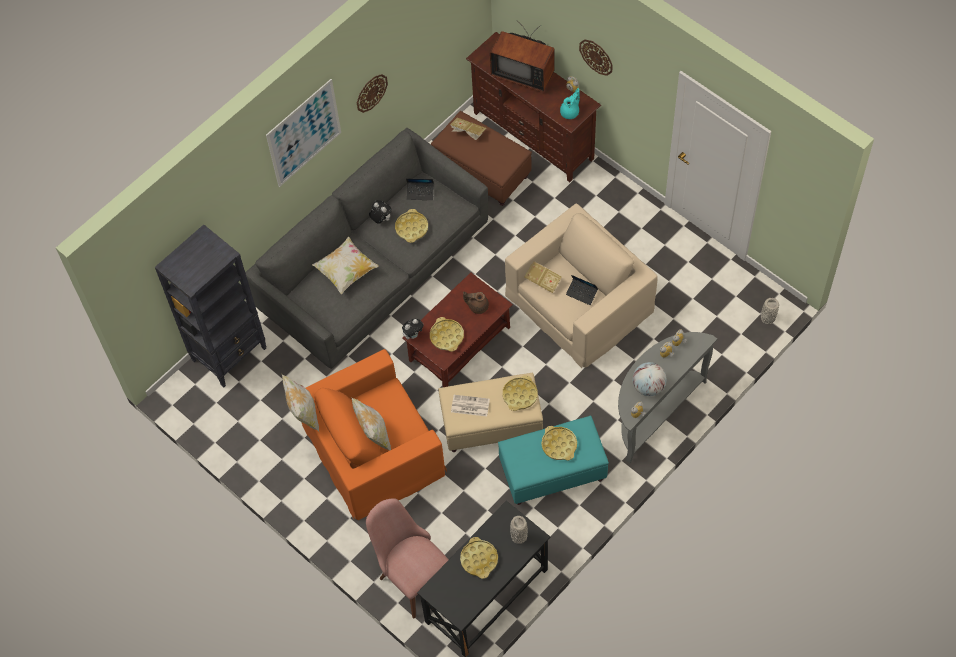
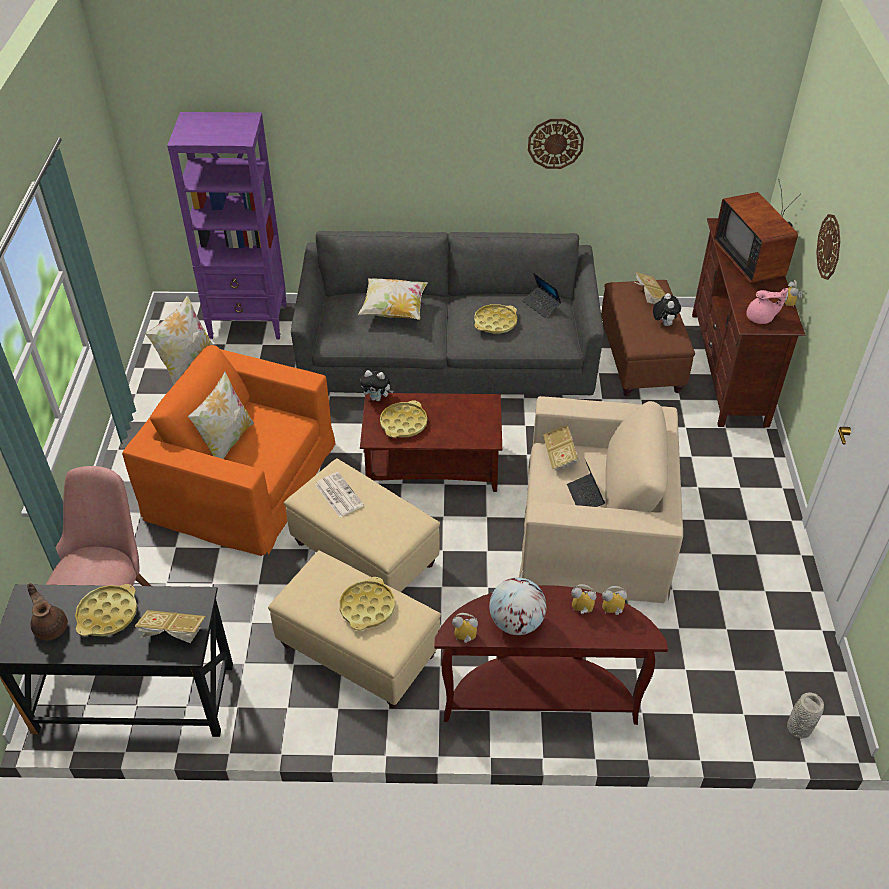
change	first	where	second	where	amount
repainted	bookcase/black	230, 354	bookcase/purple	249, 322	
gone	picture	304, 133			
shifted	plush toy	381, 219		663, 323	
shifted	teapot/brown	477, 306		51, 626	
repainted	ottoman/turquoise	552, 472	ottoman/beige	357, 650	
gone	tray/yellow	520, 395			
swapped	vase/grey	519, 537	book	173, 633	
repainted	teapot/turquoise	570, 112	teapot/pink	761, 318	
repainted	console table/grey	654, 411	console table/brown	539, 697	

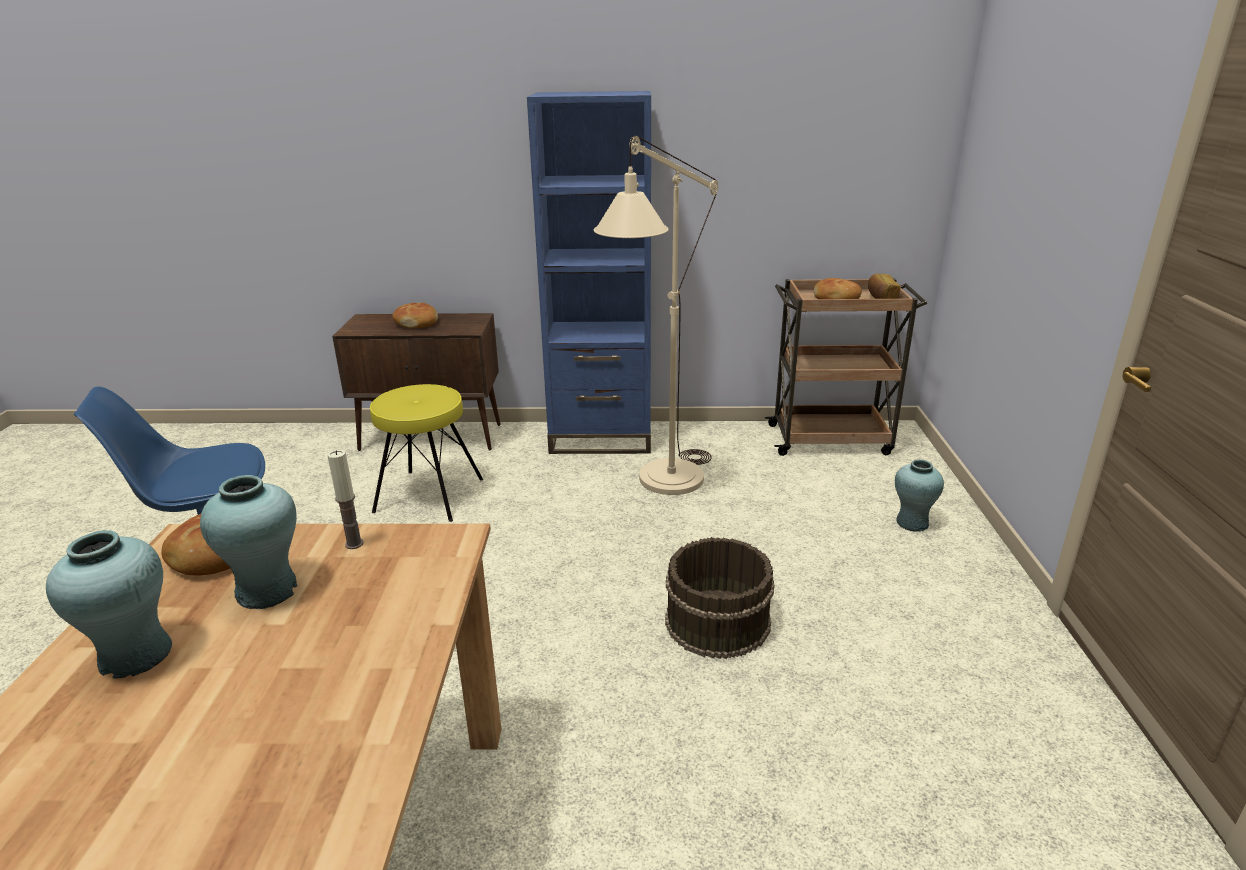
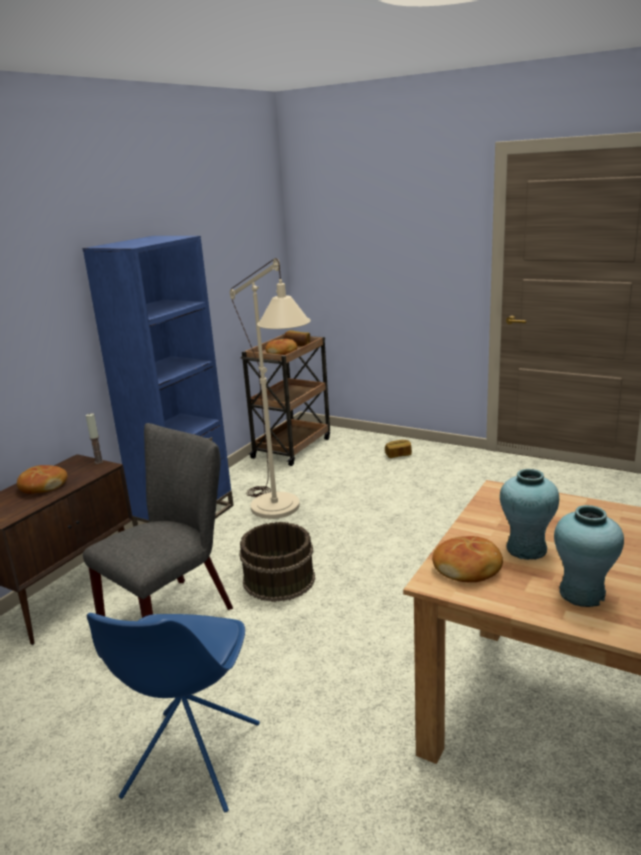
change	first	where	second	where	amount
shifted	candle	354, 544		99, 462	
swapped	stool/yellow	429, 495	chair/grey	174, 613	
shifted	bucket/brown	716, 621		278, 580	
swapped	vase/turquoise	912, 523	bread	398, 455	

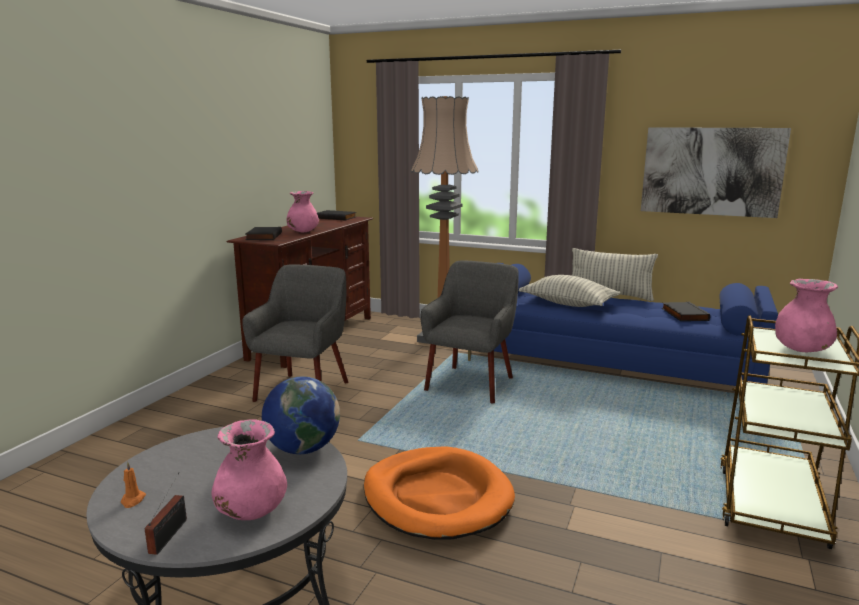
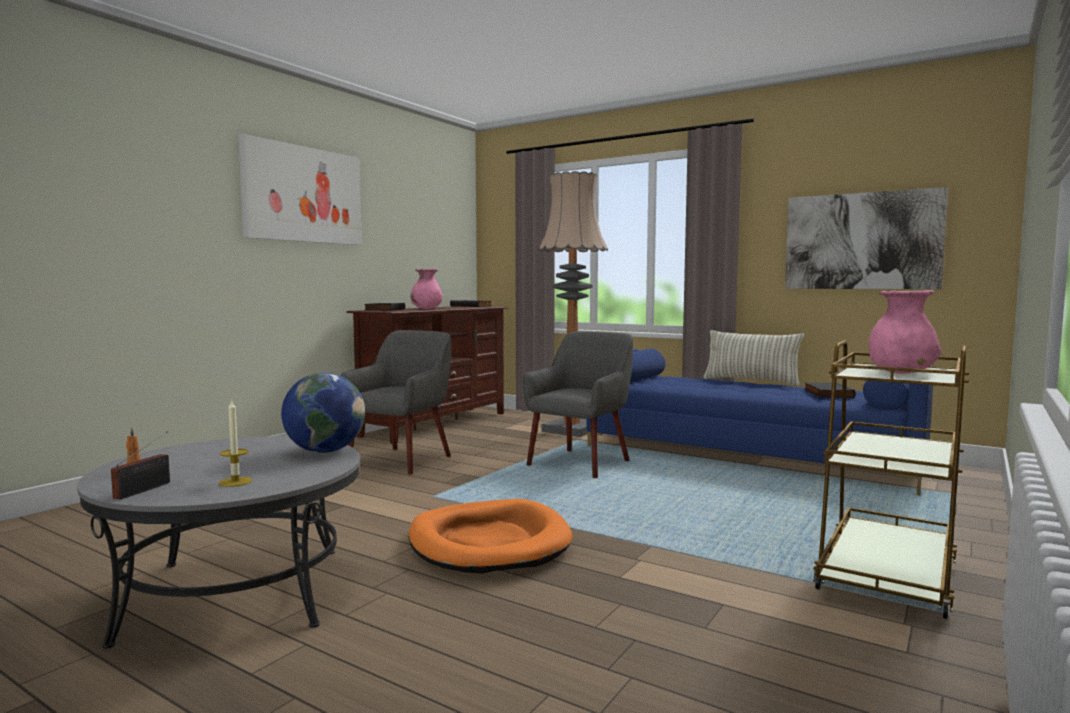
change	first	where	second	where	amount
swapped	vase/pink	251, 511	candle	235, 482	
gone	pillow	568, 304			
new			picture	303, 195	

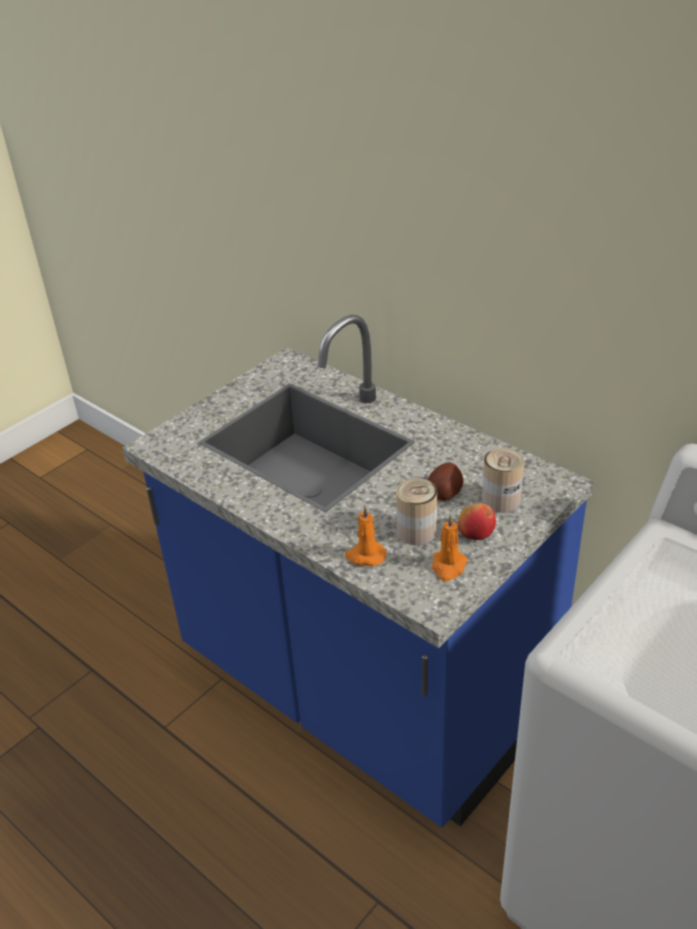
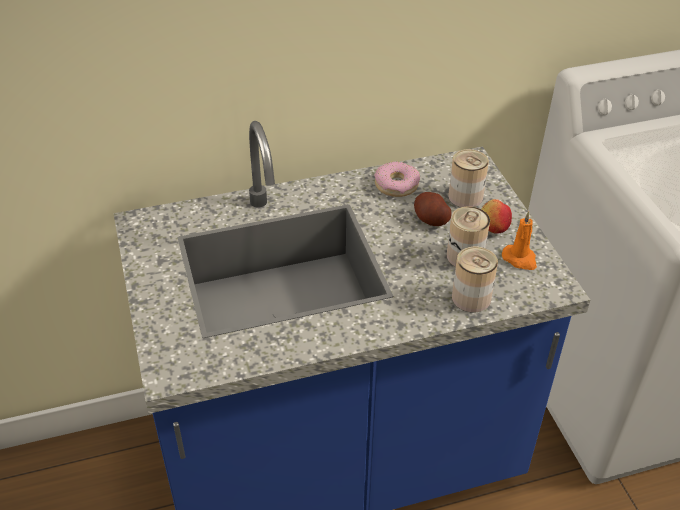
change	first	where	second	where	amount
swapped	candle/orange	365, 556	can	471, 298	
new			donut	396, 185	

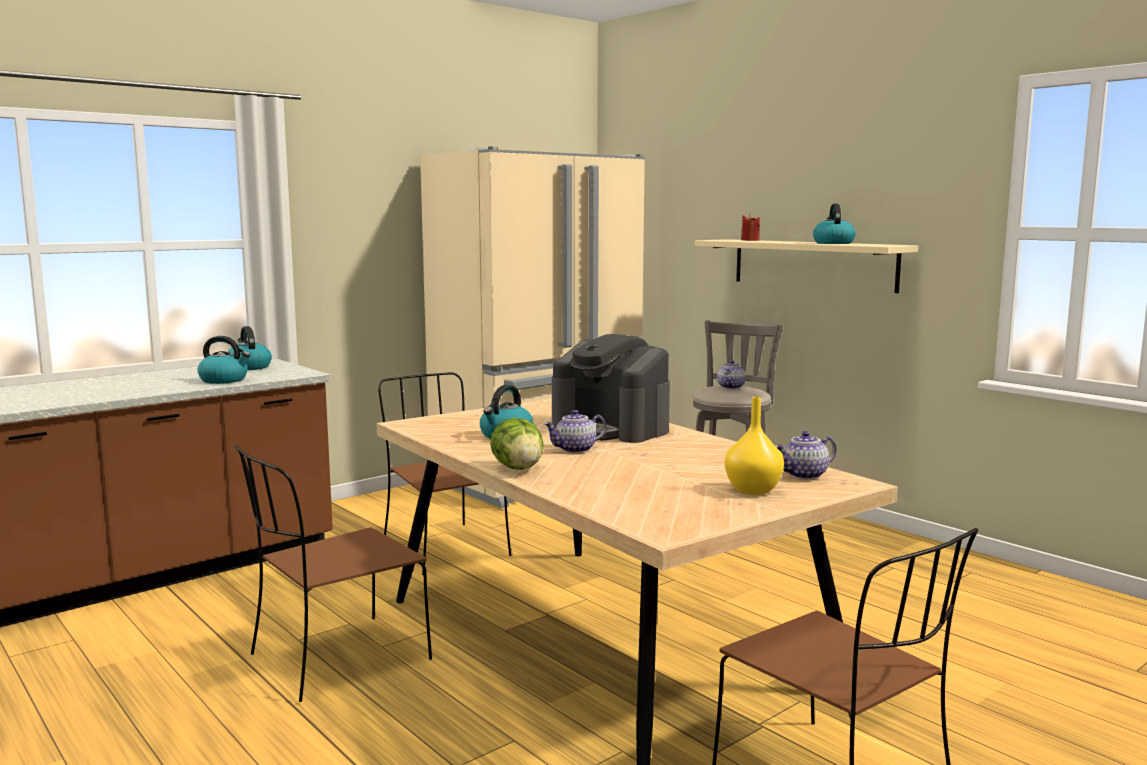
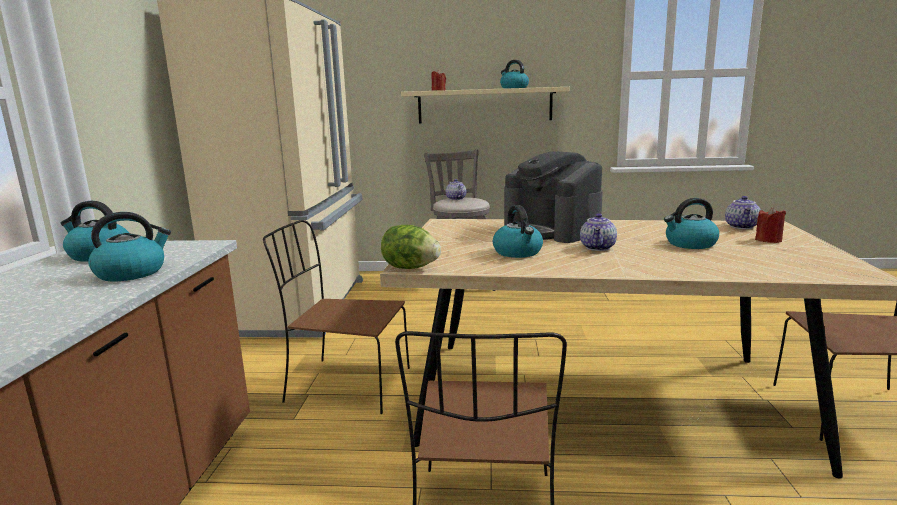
change	first	where	second	where	amount
shifted	lettuce	518, 468		410, 268	
rotated	coffee machine	611, 429		552, 230	60 degrees clockwise
swapped	vase/yellow	754, 490	candle/red	768, 240	
new			kettle	690, 244	

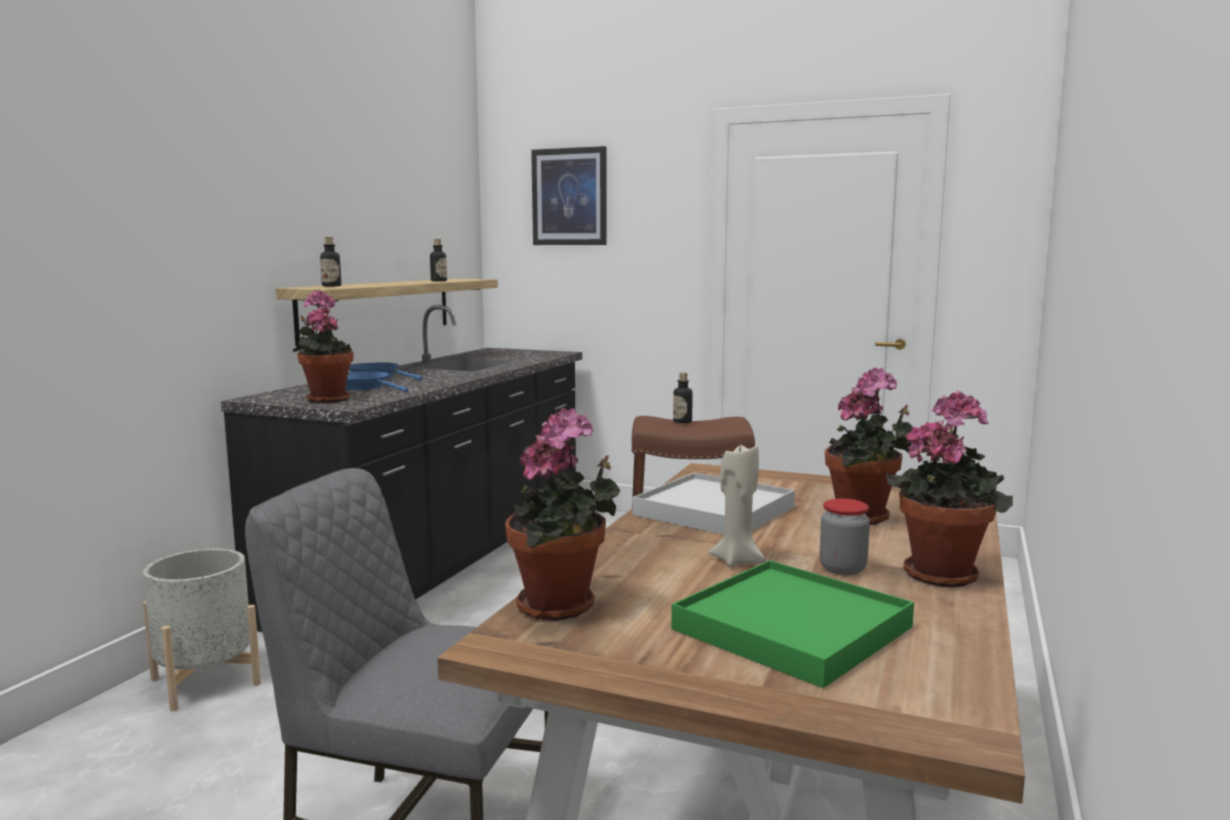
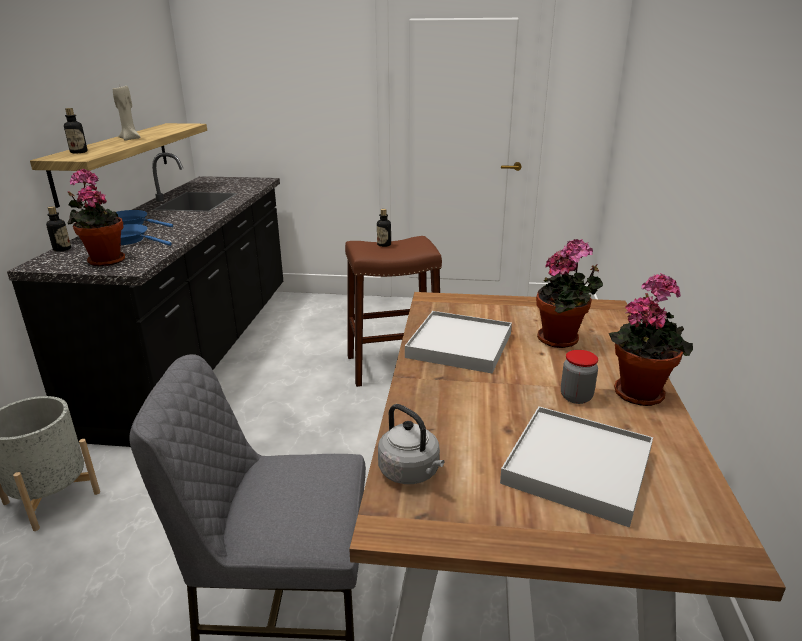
change	first	where	second	where	amount
shifted	bottle	439, 281		62, 249	
swapped	potted plant	562, 607	kettle/grey	411, 473	
gone	picture	569, 197			
repainted	tray/green	792, 628	tray/white	577, 467	
shifted	candle/beige	737, 561		130, 139	

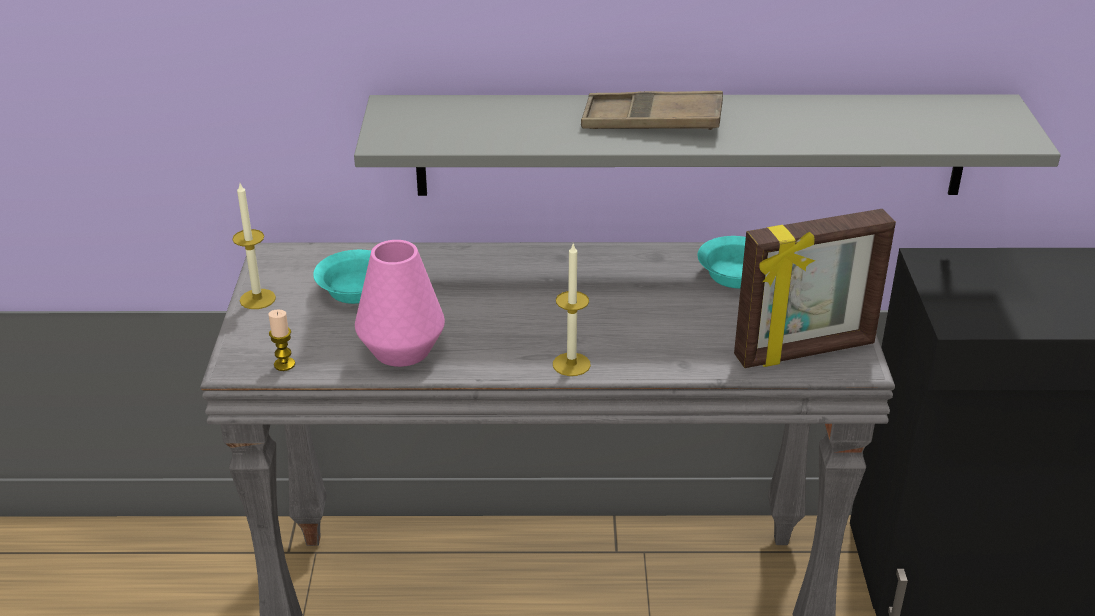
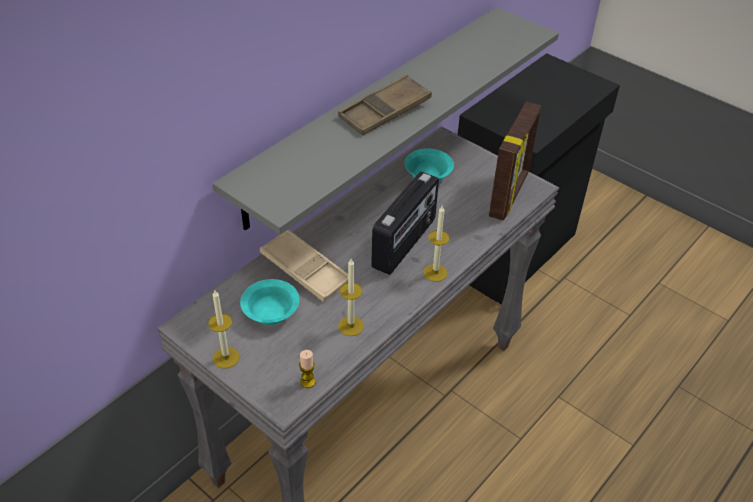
change	first	where	second	where	amount
swapped	vase/pink	402, 350	candle	350, 326	
new			tray/beige	305, 270	
new			radio	405, 243	

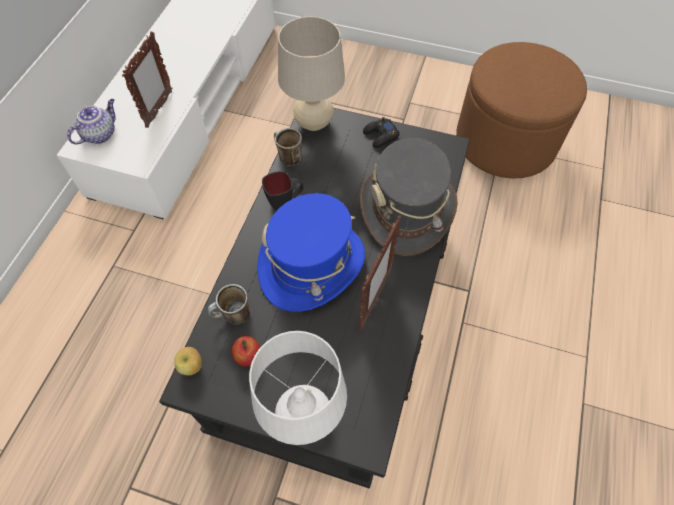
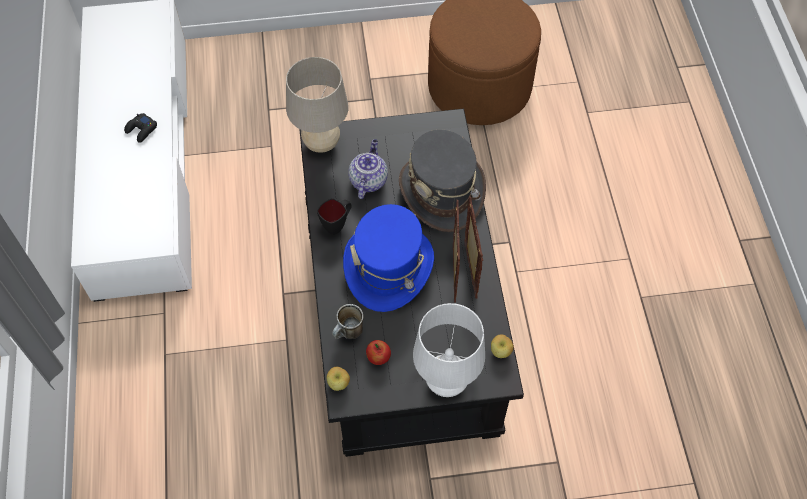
change	first	where	second	where	amount
shifted	teapot	100, 134		368, 180	
shifted	picture frame	159, 109		470, 271	
gone	mug	287, 157			
shifted	game controller/black	380, 136		141, 130	
new			apple	501, 352	

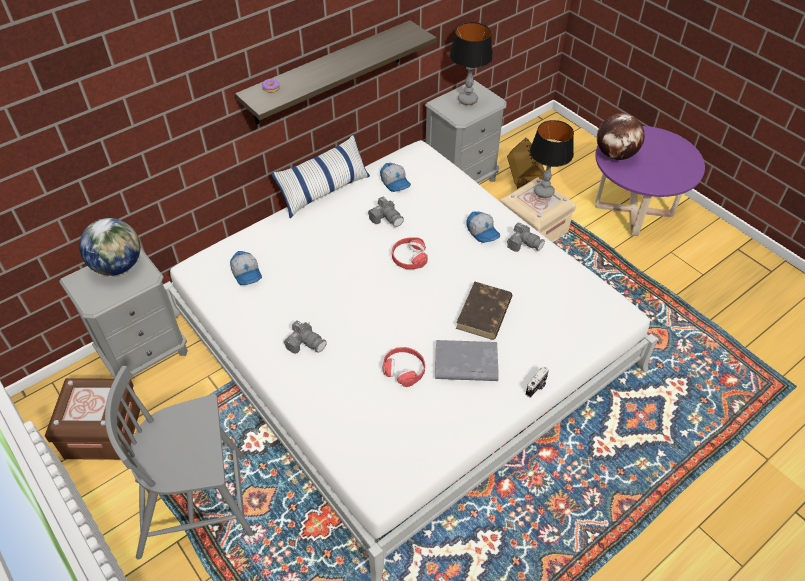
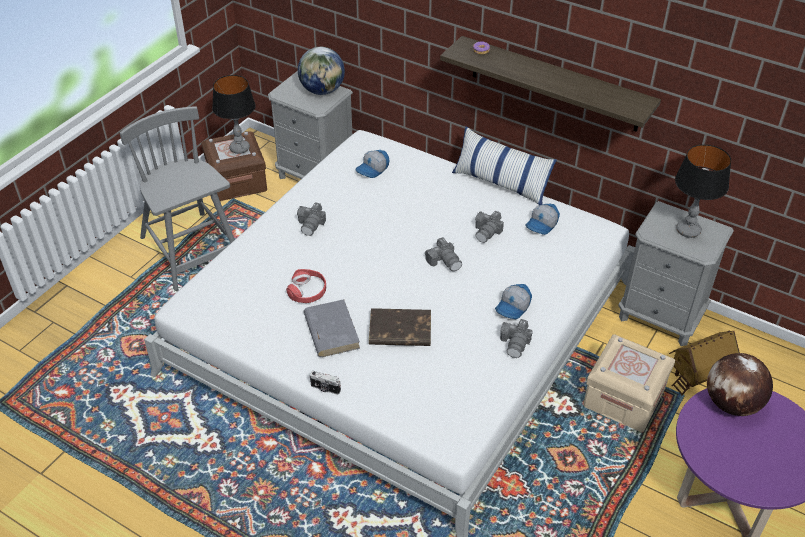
change	first	where	second	where	amount
swapped	headphones/red	409, 258	photo camera	444, 261	
shifted	table lamp	543, 192		239, 148	

